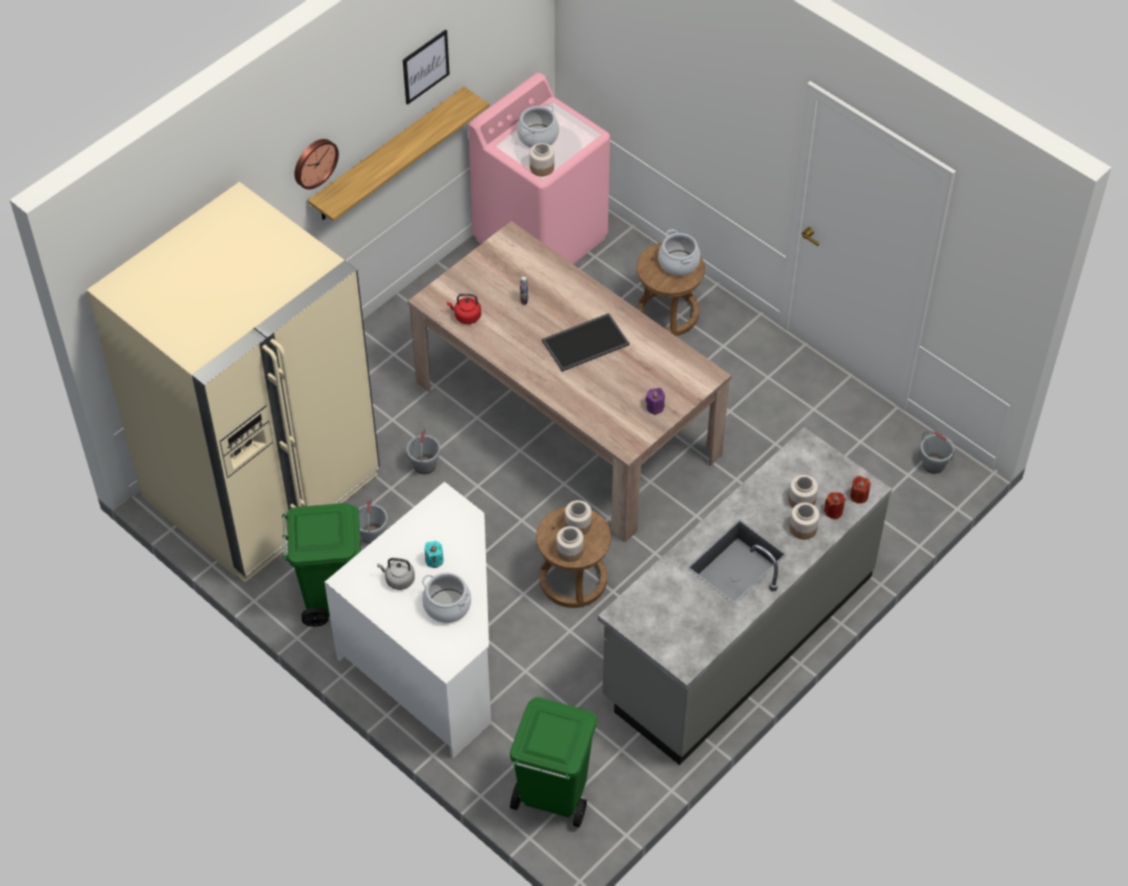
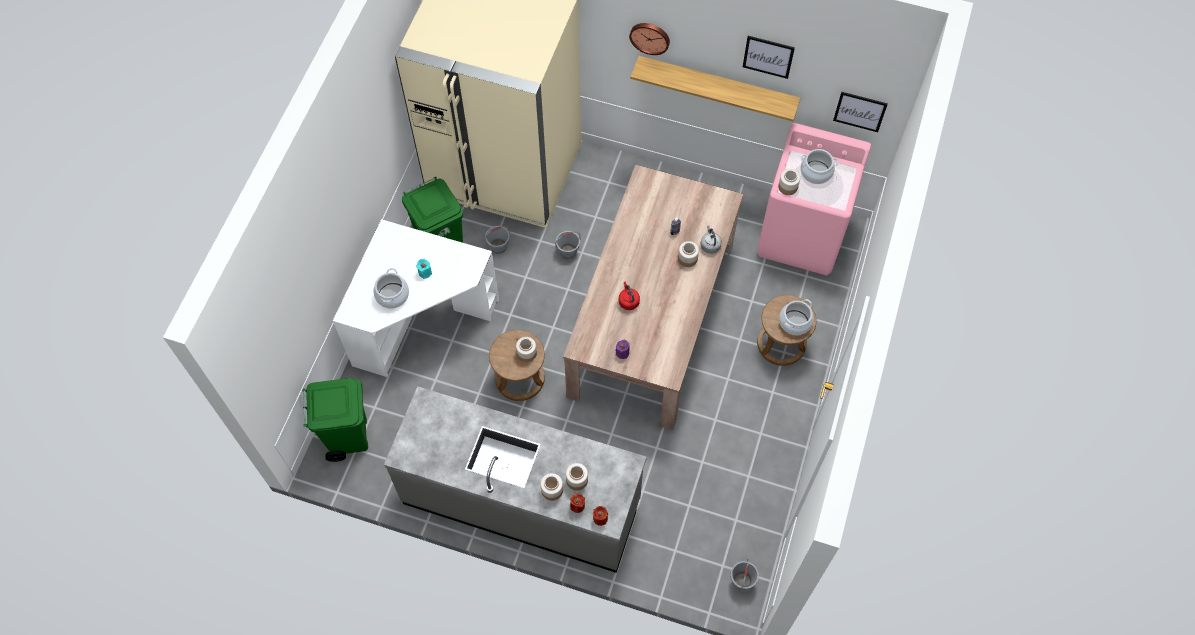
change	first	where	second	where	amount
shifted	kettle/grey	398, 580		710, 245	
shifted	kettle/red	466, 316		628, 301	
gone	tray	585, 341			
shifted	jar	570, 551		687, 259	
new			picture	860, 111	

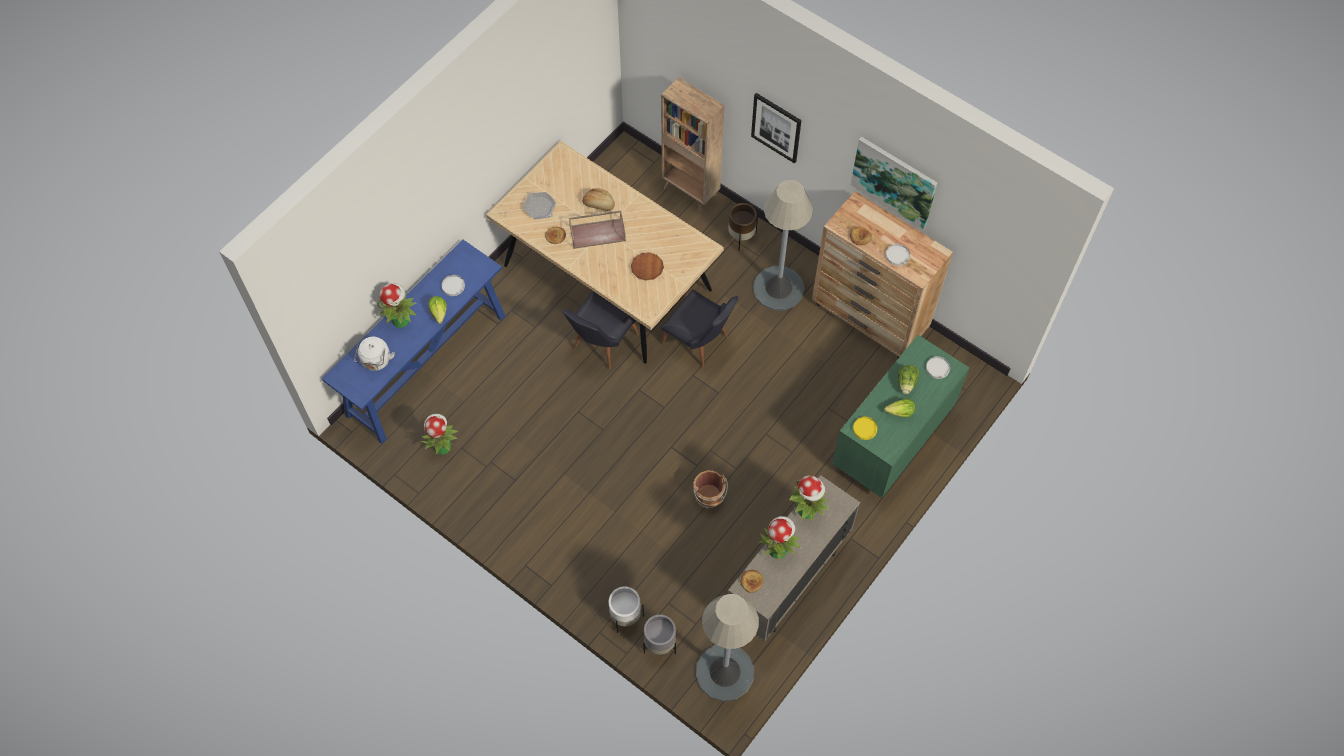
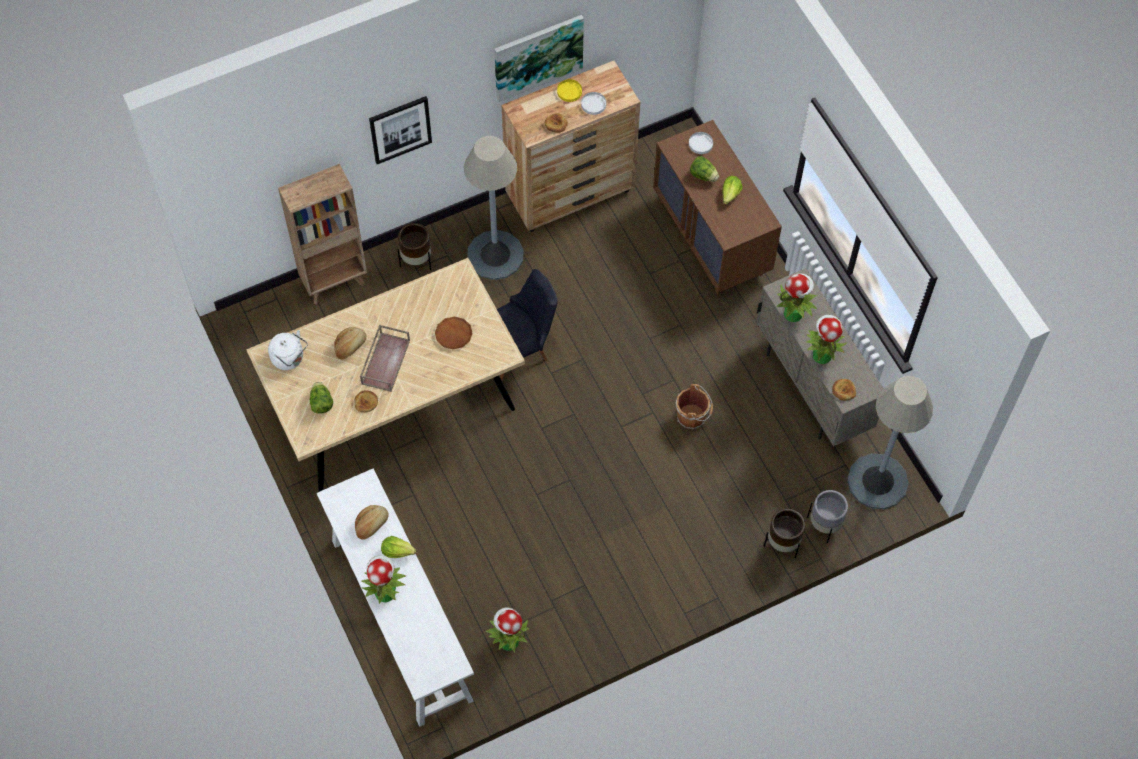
change	first	where	second	where	amount
repainted	console table/blue	427, 364	console table/white	400, 618	
shifted	kettle/white	376, 361		289, 359	
swapped	plate/white	453, 286	bread	371, 524	
swapped	frying pan	539, 208	lettuce	321, 403	
gone	chair/black	600, 345			
repainted	planter/white	625, 616	planter/brown	782, 543	
repainted	dresser/green	892, 441	dresser/brown	711, 238	
shifted	plate/yellow	865, 428		569, 91	

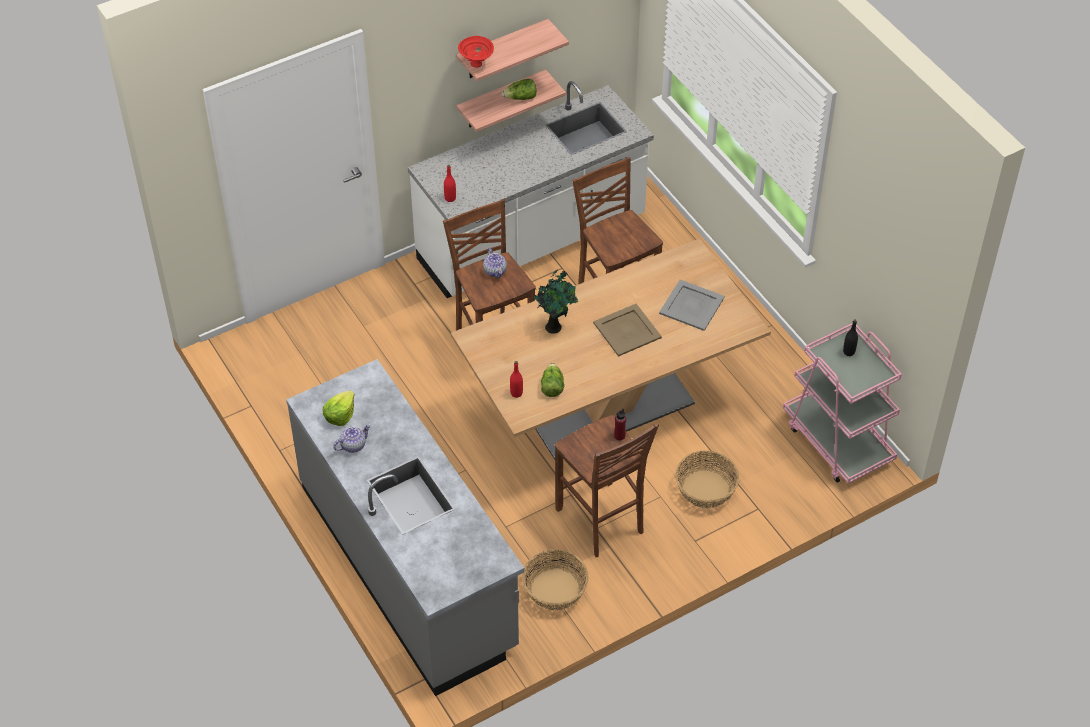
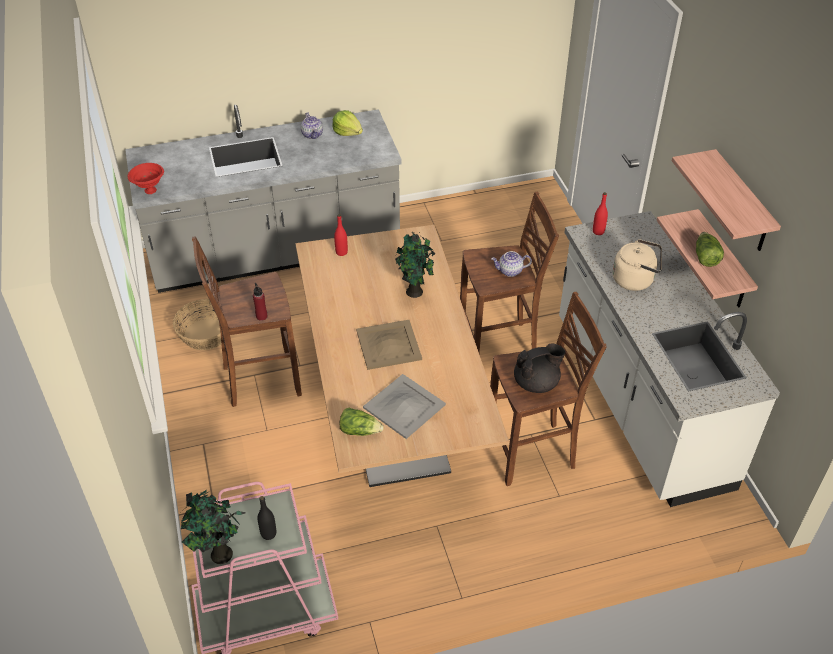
change	first	where	second	where	amount
shifted	bowl/red	477, 64		149, 191	
shifted	lettuce	552, 386		360, 430	
gone	basket	706, 489			
new			potted plant	219, 555	
new			teapot/black	536, 383	
new			kettle/beige	635, 280	

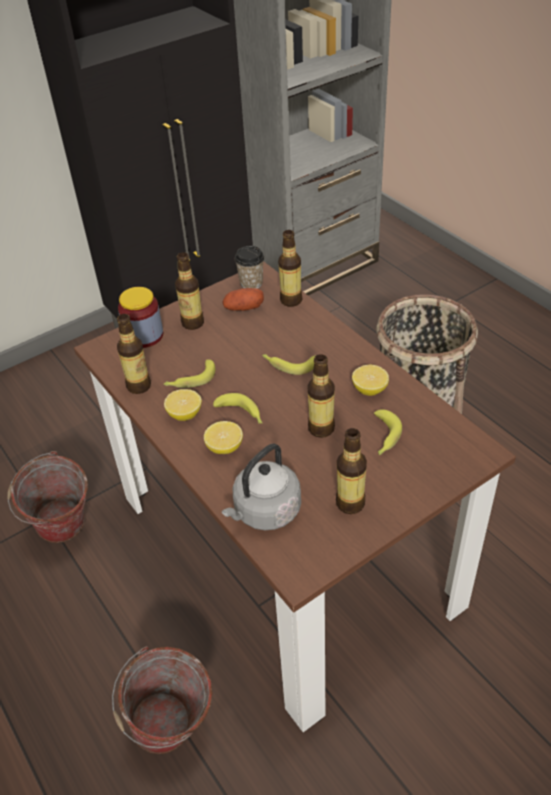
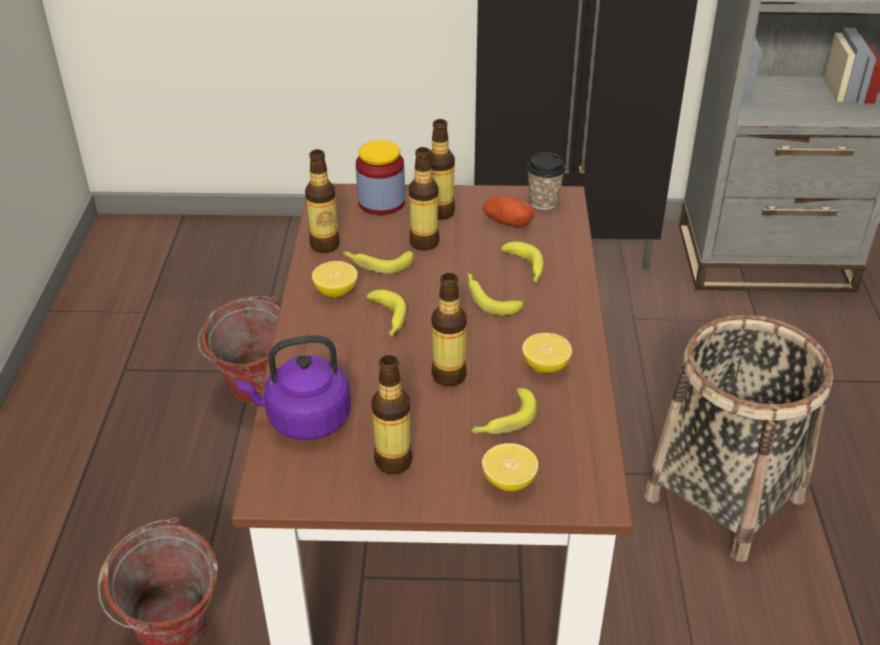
change	first	where	second	where	amount
shifted	lemon	224, 447		509, 481	
repainted	kettle/grey	265, 512	kettle/purple	304, 420	
shifted	bottle	291, 300		424, 243	
new			banana	525, 269	

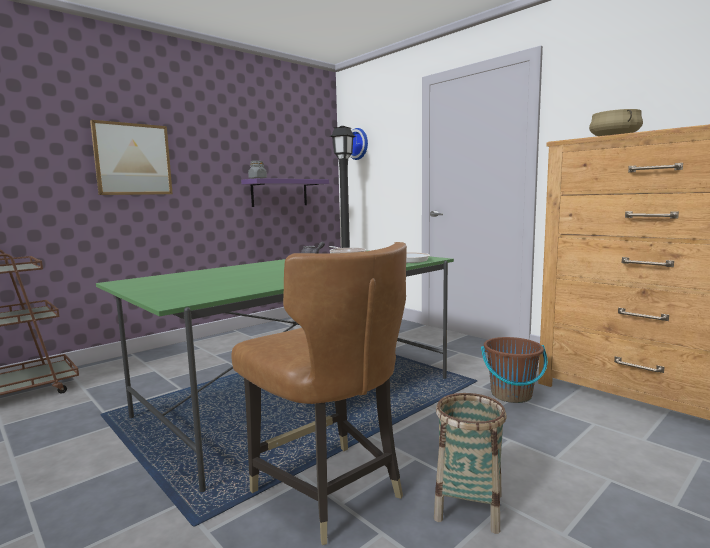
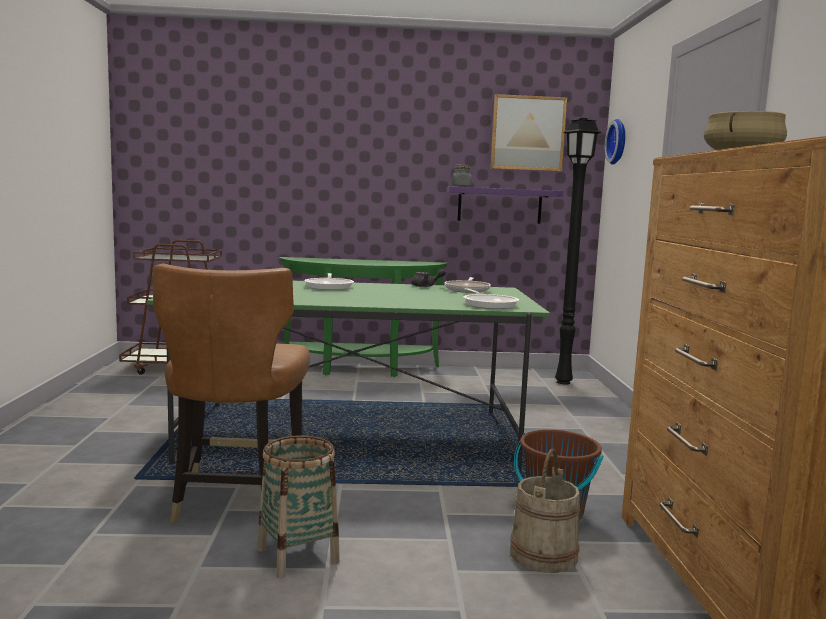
change	first	where	second	where	amount
shifted	picture	132, 159		527, 133	
new			console table/green	360, 369	
new			frying pan	329, 286	
new			bucket/beige	544, 555	

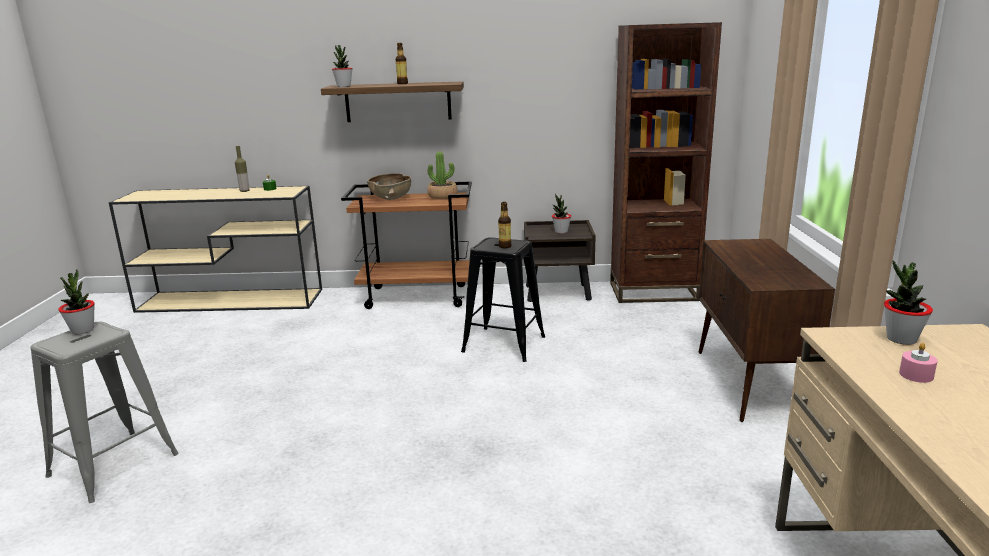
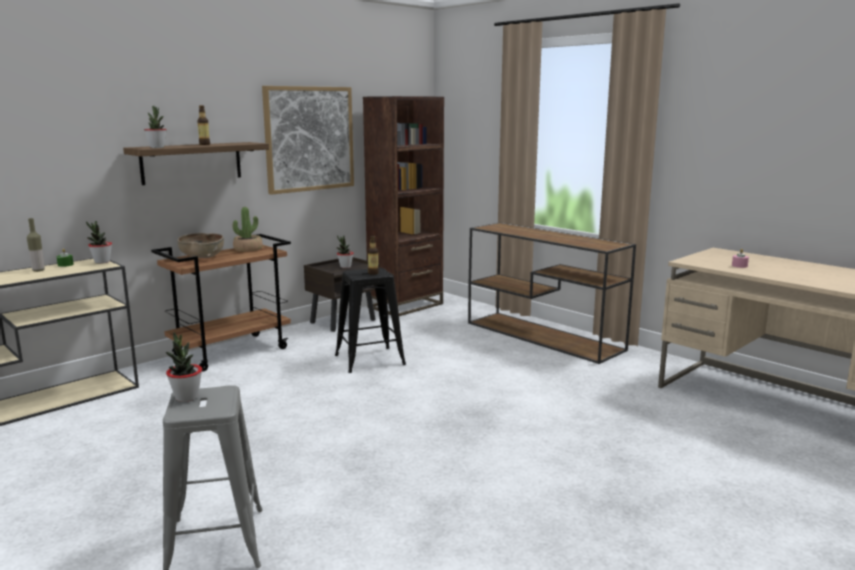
change	first	where	second	where	amount
swapped	cabinet/brown	749, 384	console table/brown	544, 336	
shifted	potted plant	901, 339		102, 262	
new			picture	309, 139	

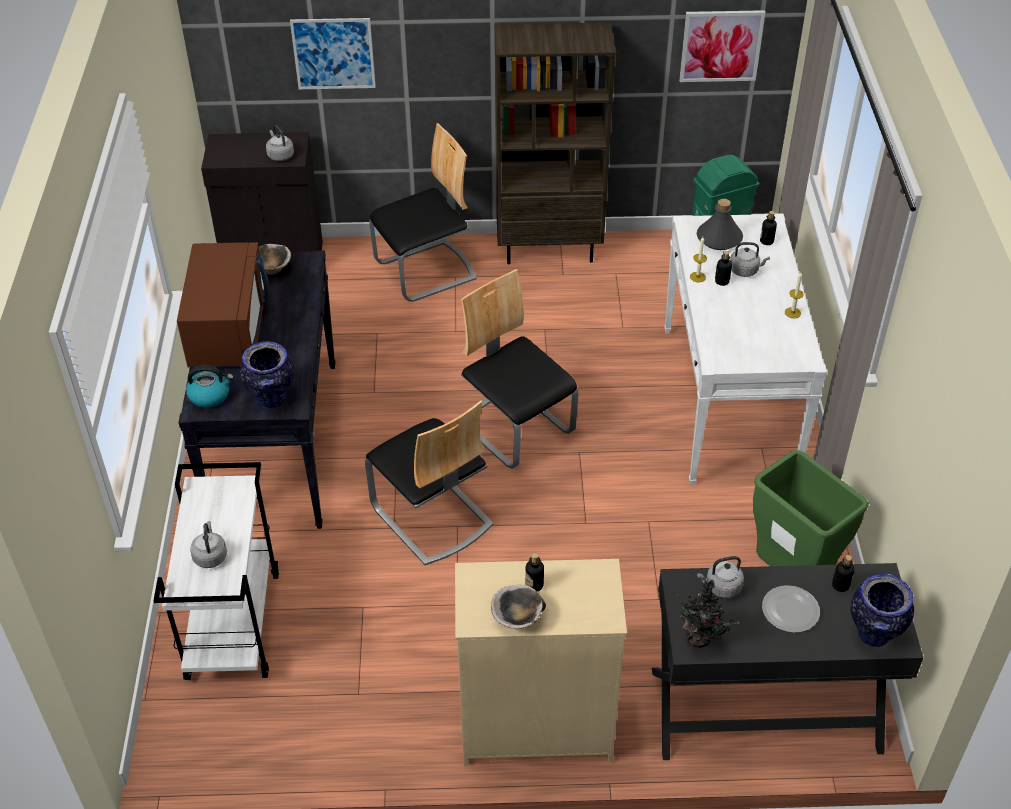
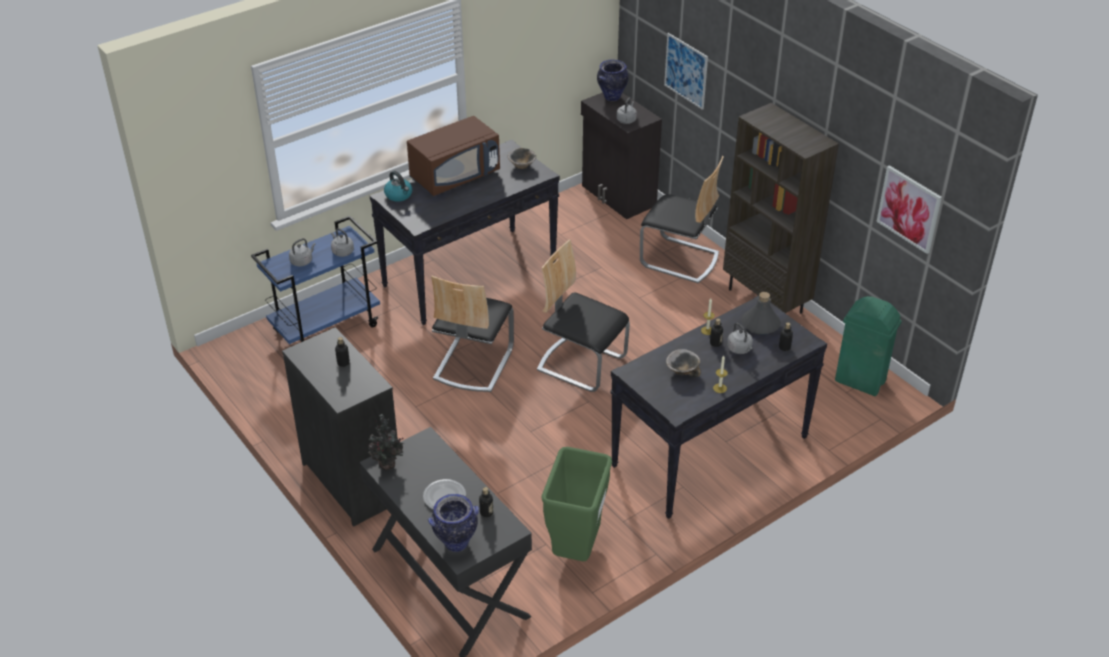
change	first	where	second	where	amount
repainted	cart/white	232, 624	cart/blue	326, 328	
shifted	vase	272, 399		612, 97	
repainted	dresser/beige	536, 726	dresser/black	353, 481	
rotated	chair	516, 428		581, 363	75 degrees counterclockwise
shifted	bowl	517, 618		682, 371	
repainted	console table/white	728, 403	console table/black	710, 452	
shifted	kettle/grey	721, 587		342, 251	

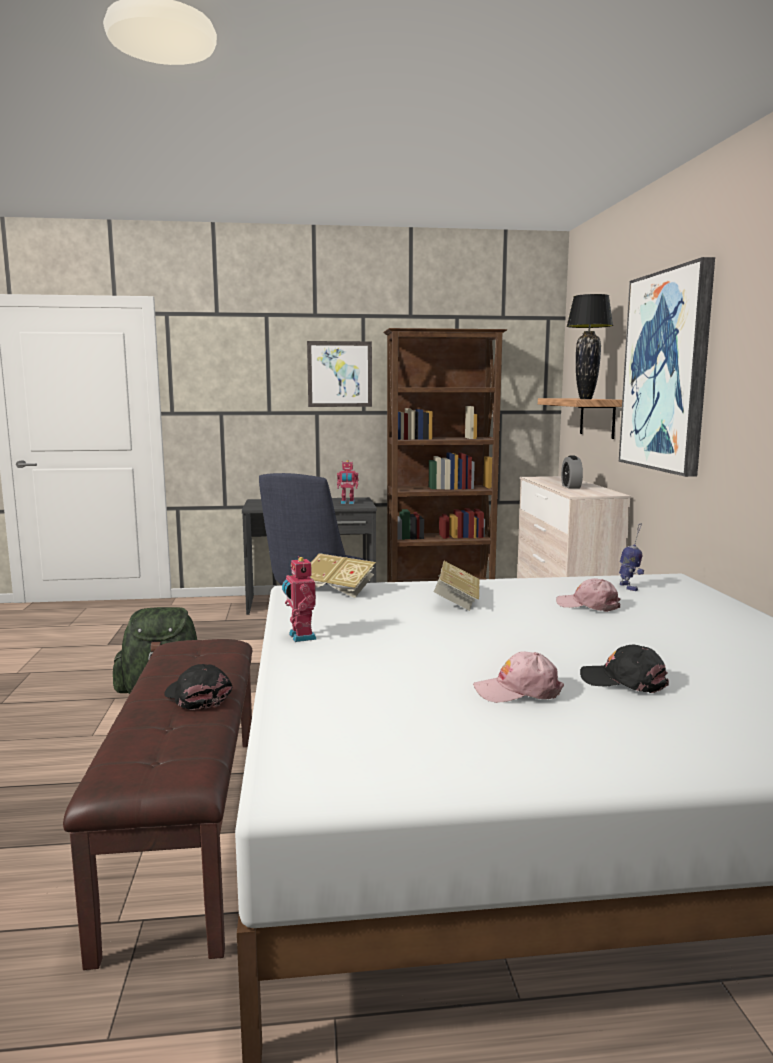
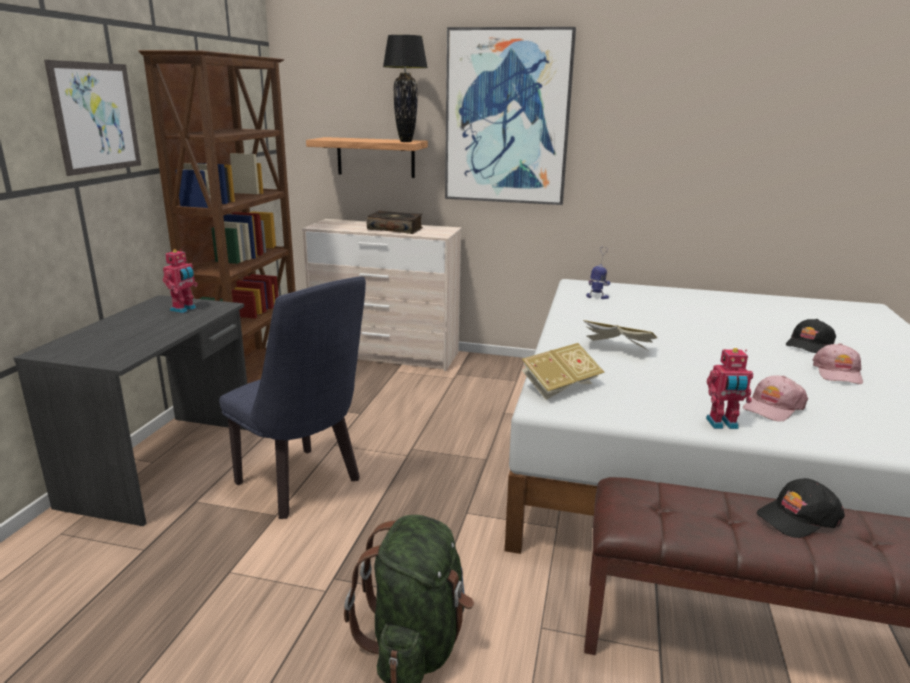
change	first	where	second	where	amount
shifted	cap/pink	588, 605		773, 407	
swapped	alarm clock	571, 487	book	395, 229	

